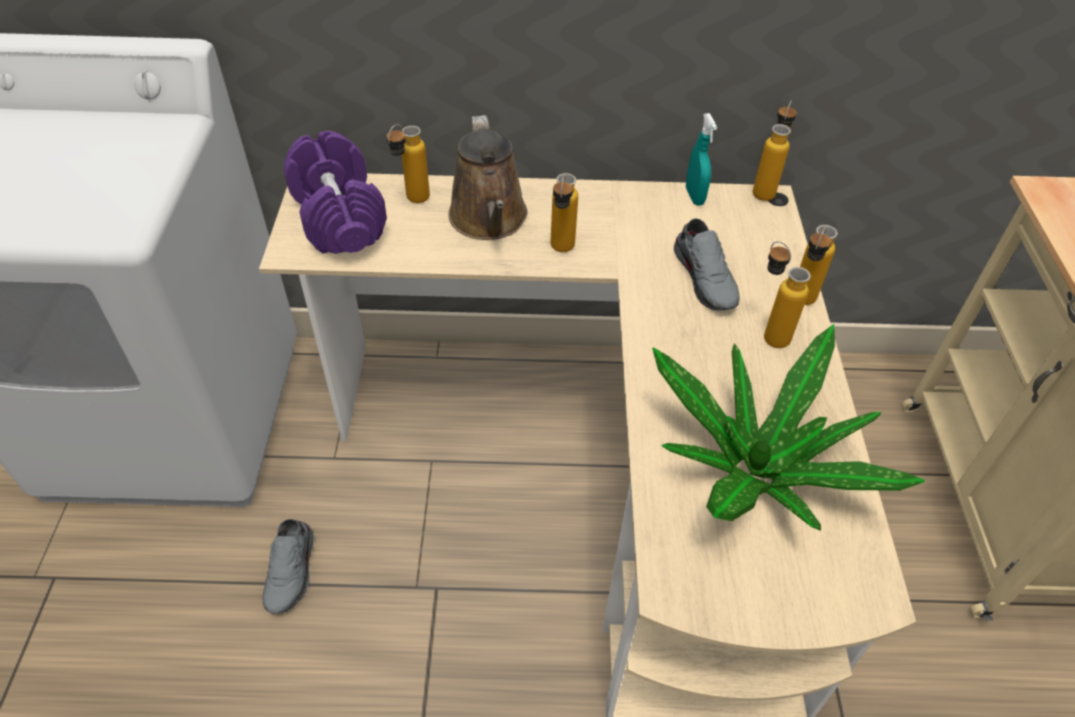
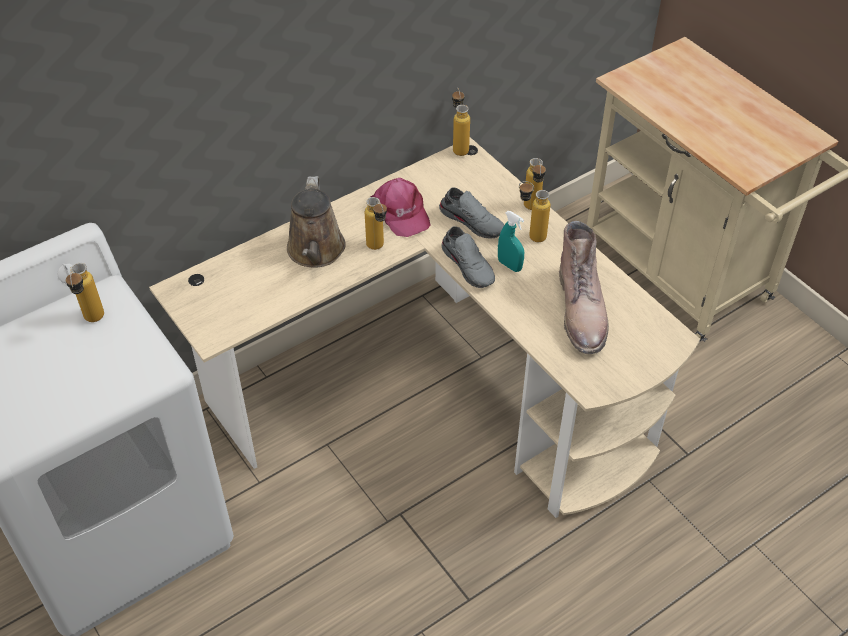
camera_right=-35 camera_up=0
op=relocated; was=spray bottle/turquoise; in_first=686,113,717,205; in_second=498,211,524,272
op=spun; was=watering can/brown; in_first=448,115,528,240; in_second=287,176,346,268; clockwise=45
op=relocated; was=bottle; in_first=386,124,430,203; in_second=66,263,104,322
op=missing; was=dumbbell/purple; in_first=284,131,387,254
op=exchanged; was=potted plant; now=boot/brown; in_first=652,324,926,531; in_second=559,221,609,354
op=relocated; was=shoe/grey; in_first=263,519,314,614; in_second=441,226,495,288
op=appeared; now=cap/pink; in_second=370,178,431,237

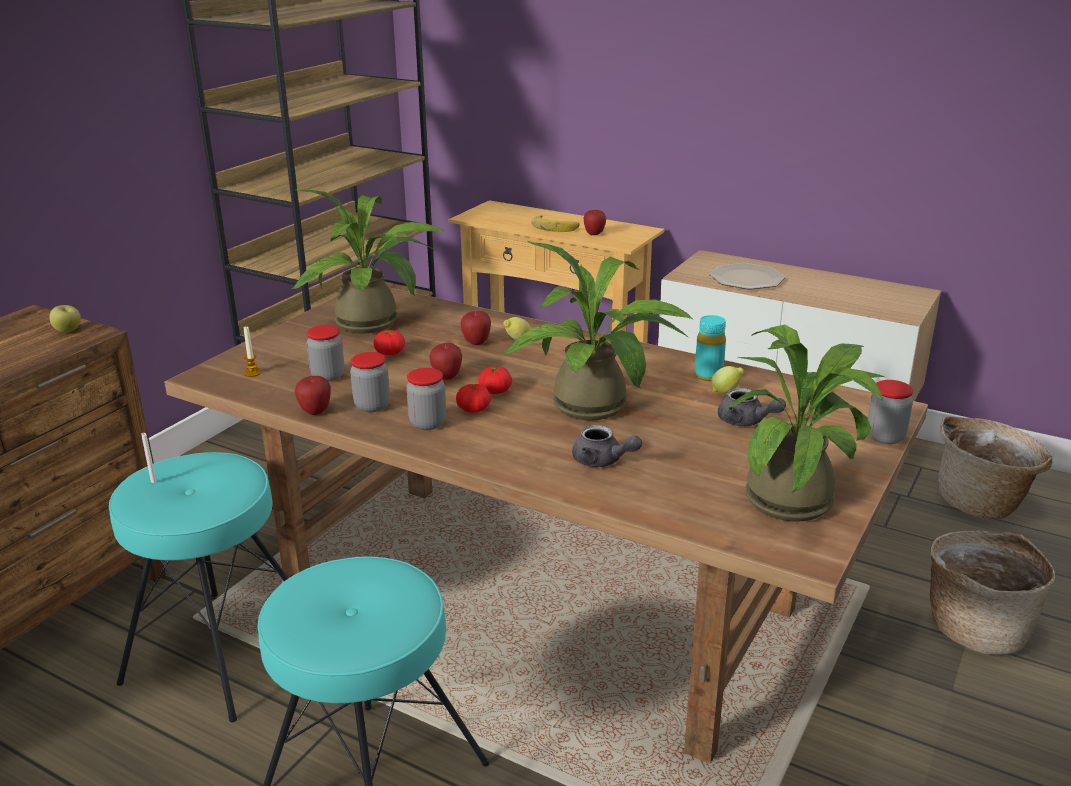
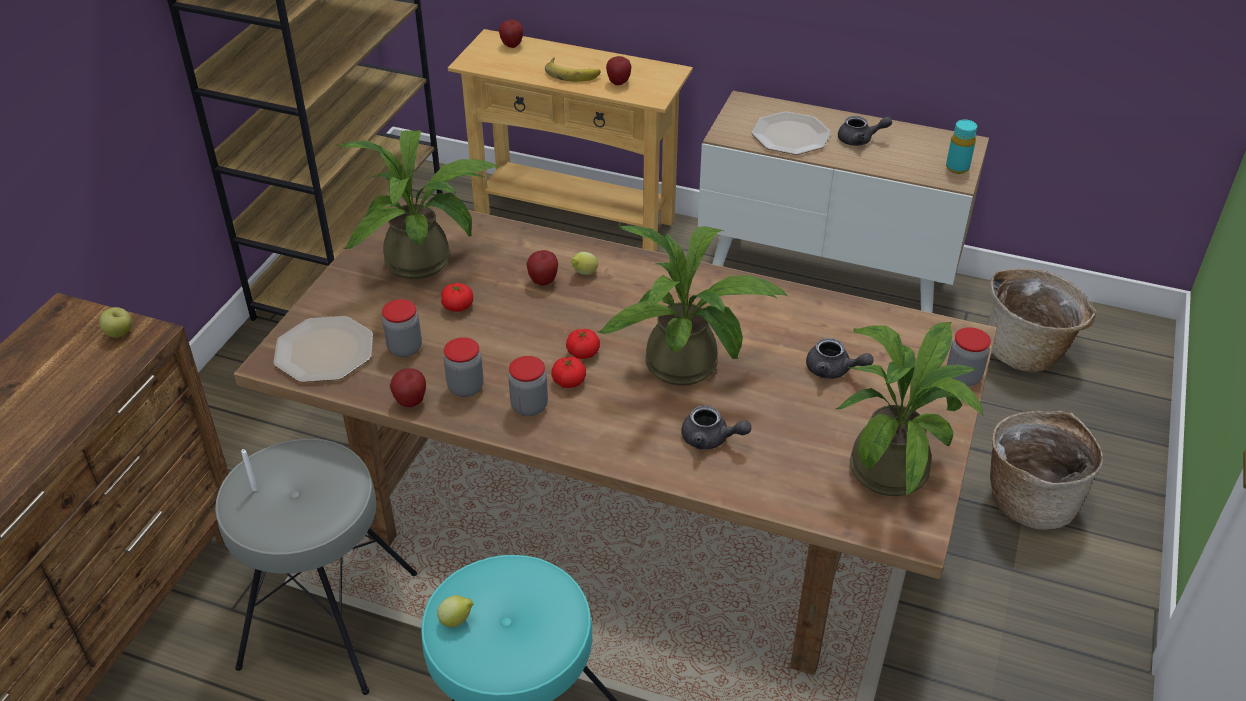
camera_right=-10 camera_up=15
op=relocated; was=bottle/turquoise; in_first=695,315,726,381; in_second=946,119,977,174
op=exchanged; was=candle; now=plate; in_first=243,326,261,377; in_second=273,316,373,382
op=relocated; was=apple; in_first=429,343,462,380; in_second=499,19,523,48
op=relocated; was=lemon; in_first=712,366,745,394; in_second=437,595,474,627
op=colour; was=stool/turquoise; now=stool/grey; in_first=109,452,289,722; in_second=215,439,417,695
op=appeared; now=teapot/grey; in_second=838,116,892,146

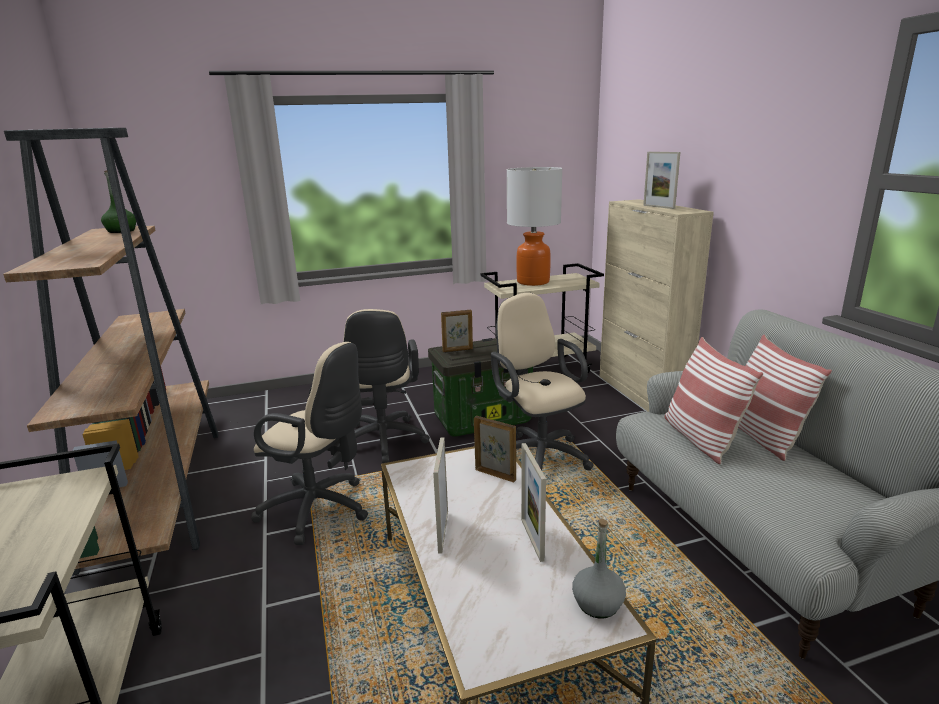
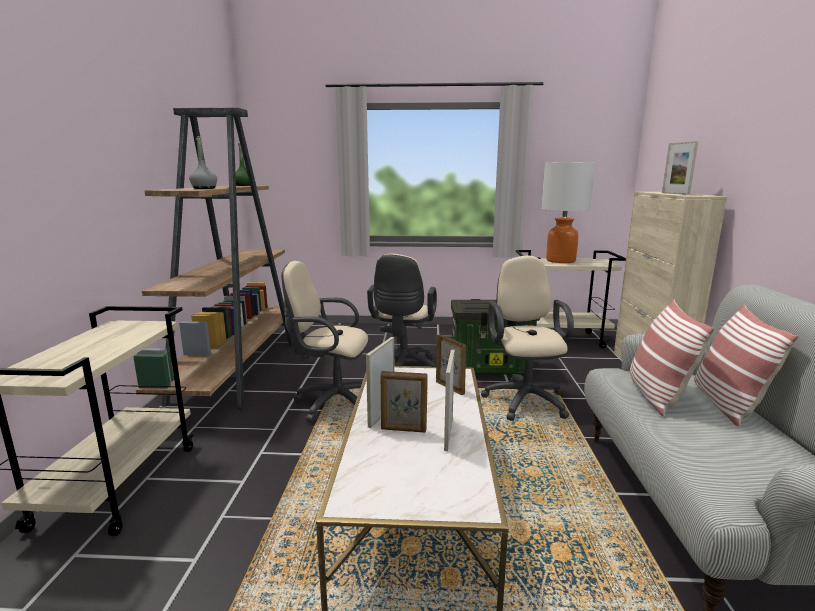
camera_right=20 camera_up=-5
op=relocated; was=picture frame; in_first=441,310,473,352; in_second=381,371,428,433
op=spun; was=office chair/beige; in_first=251,342,368,545; in_second=281,261,368,423; clockwise=150
op=relocated; was=bottle/grey; in_first=572,519,626,619; in_second=189,136,217,189

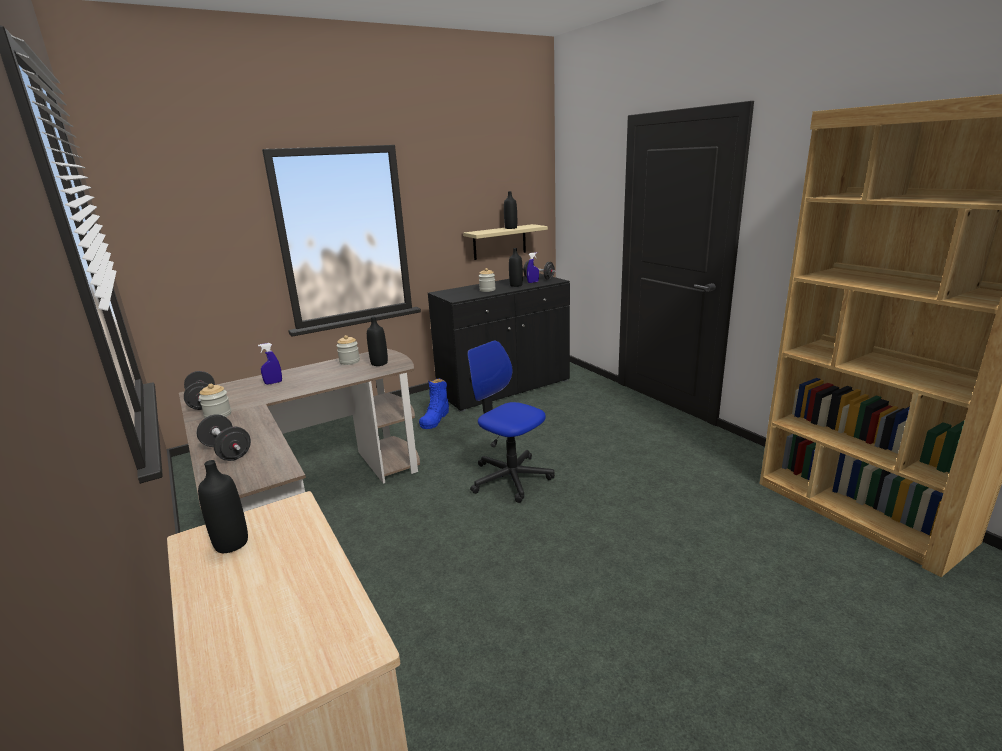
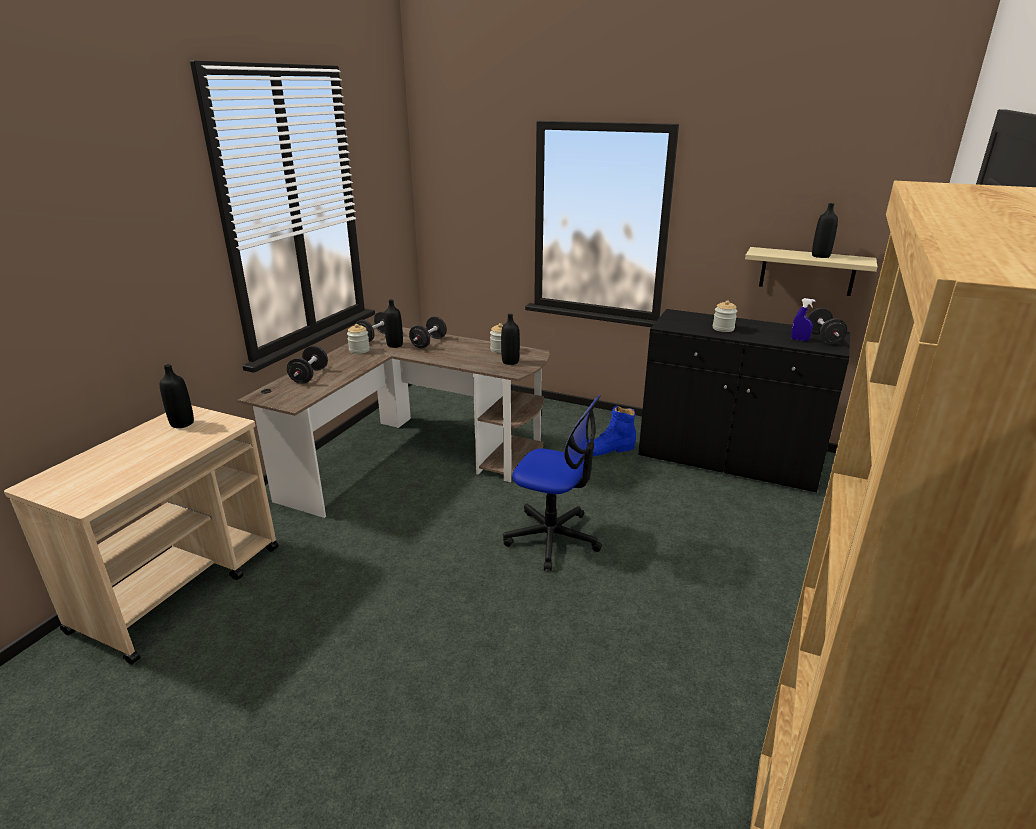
camera_right=55 camera_up=5
op=relocated; was=bottle/black; in_first=509,248,523,287; in_second=384,299,403,348
op=spun; was=office chair; in_first=467,340,555,503; in_second=503,395,602,571; clockwise=105
op=exchanged; was=spray bottle/blue; now=dumbbell/black; in_first=258,343,282,385; in_second=409,316,447,348

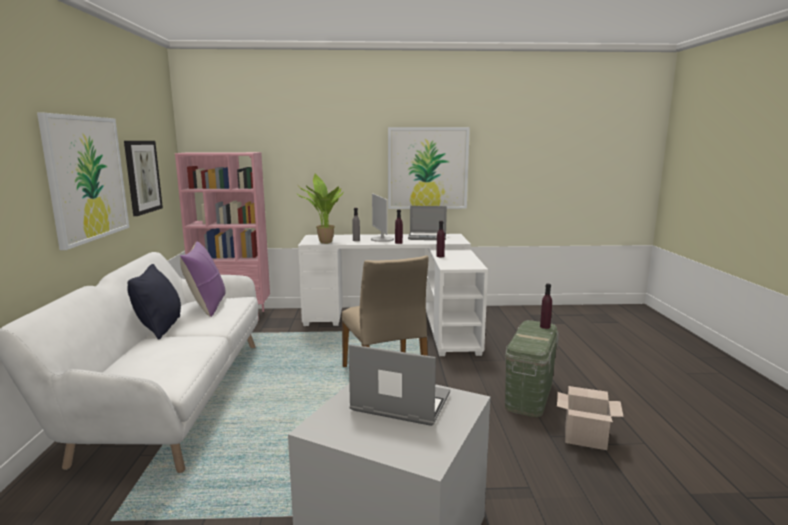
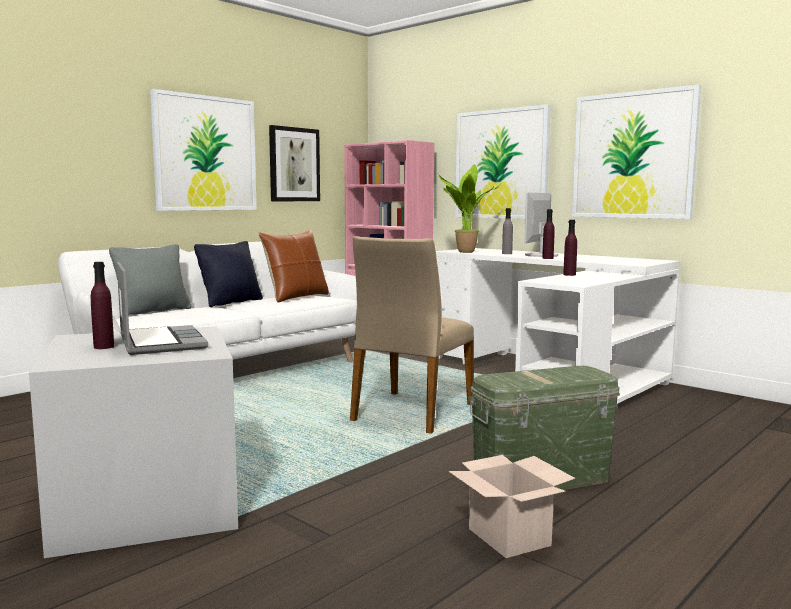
camera_right=45 camera_up=-5
op=missing; was=laptop; in_first=408,206,447,240
op=colour; was=pillow/purple; now=pillow/brown; in_first=180,242,226,317; in_second=258,230,329,302
op=relocated; was=bottle/purple; in_first=540,284,552,329; in_second=91,262,114,349
op=appeared; now=picture; in_second=455,104,551,219
op=appeared; now=pillow/grey; in_second=109,244,191,315

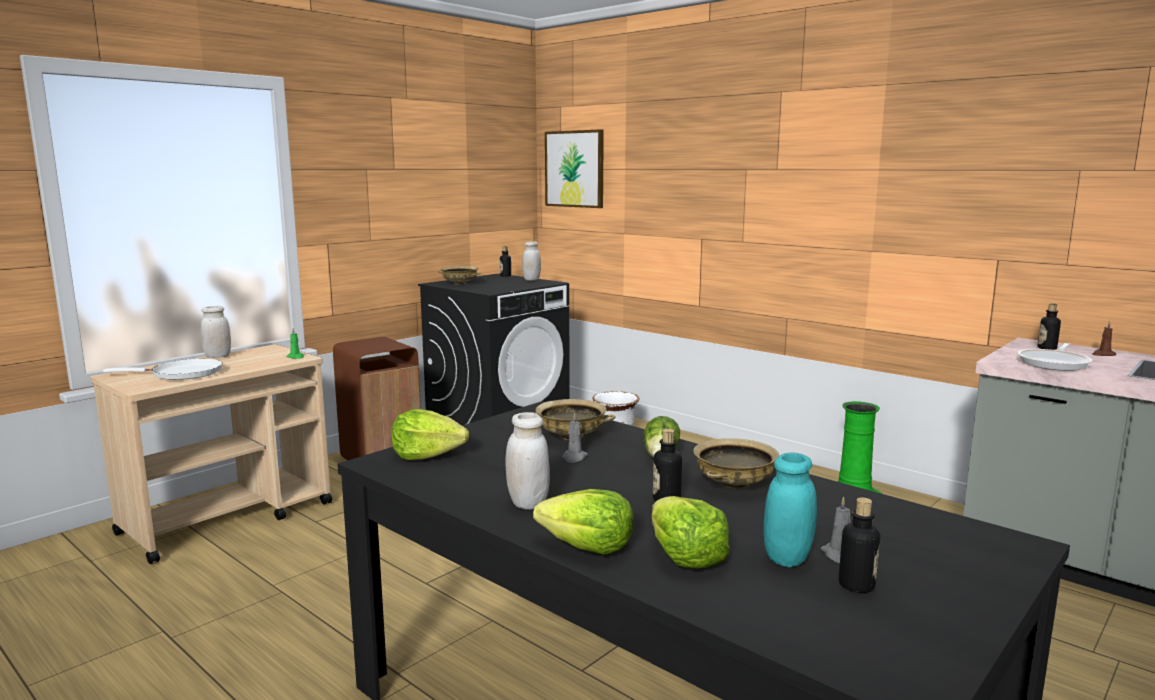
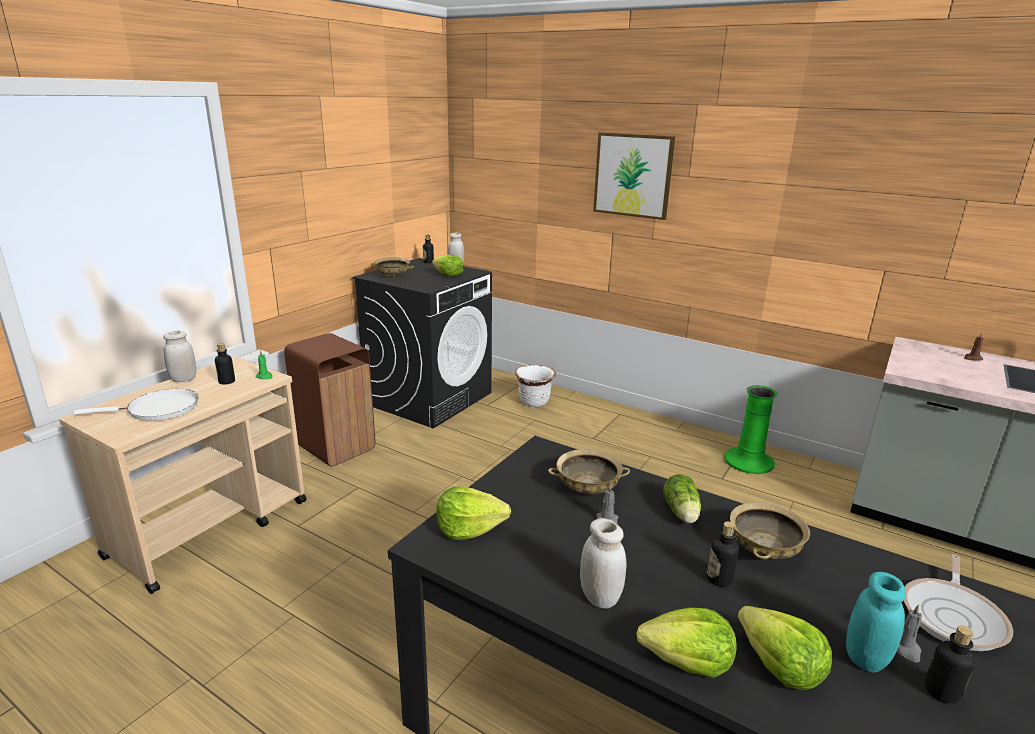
camera_right=-10 camera_up=10
op=relocated; was=picture; in_first=545,129,604,208; in_second=593,132,675,220
op=relocated; was=bottle; in_first=1037,303,1061,350; in_second=215,343,235,385
op=relocated; was=frying pan; in_first=1017,343,1092,371; in_second=904,554,1013,651
op=appeared; now=lettuce; in_second=432,255,464,277

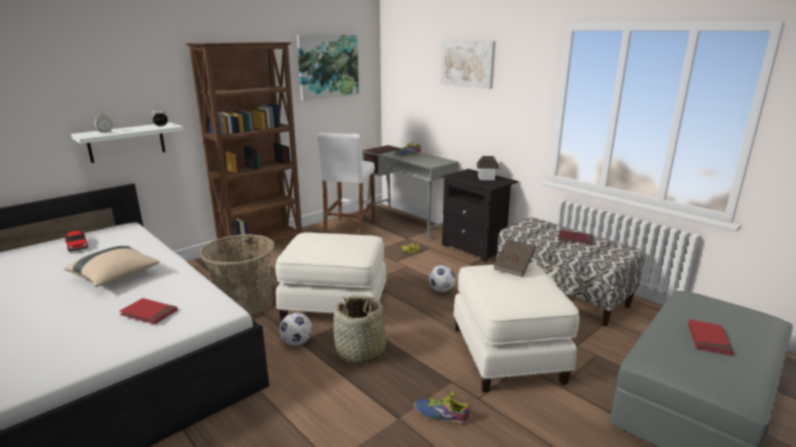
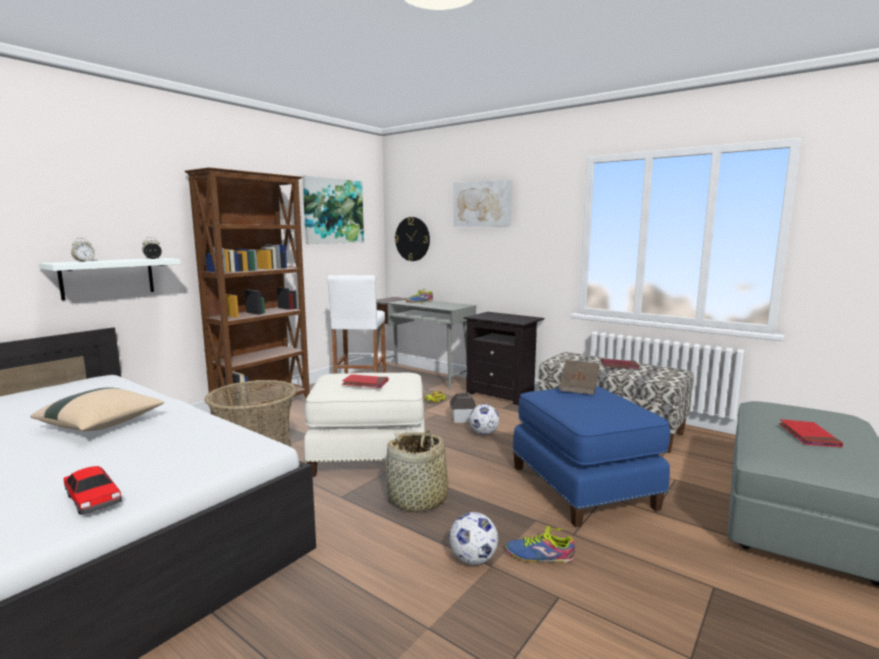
camera_right=-10 camera_up=-10
op=relocated; was=toy house; in_first=477,156,499,180; in_second=450,393,476,423
op=relocated; was=toy car; in_first=65,231,88,252; in_second=64,466,122,515
op=colour; was=ottoman/white; now=ottoman/blue; in_first=453,263,579,392; in_second=513,386,670,527
op=relocated; was=book/red; in_first=120,298,178,324; in_second=342,374,389,388
op=relocated; was=football; in_first=279,312,312,346; in_second=449,512,498,565
op=appeared; now=wall clock; in_second=394,217,430,261

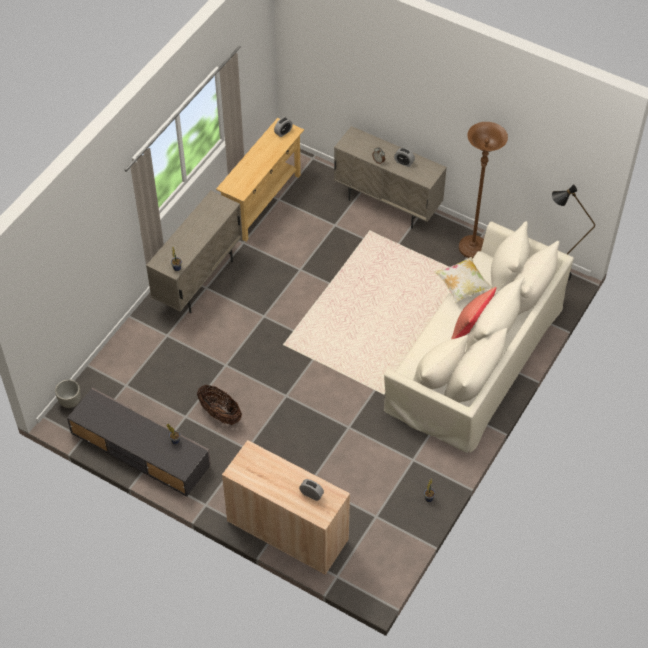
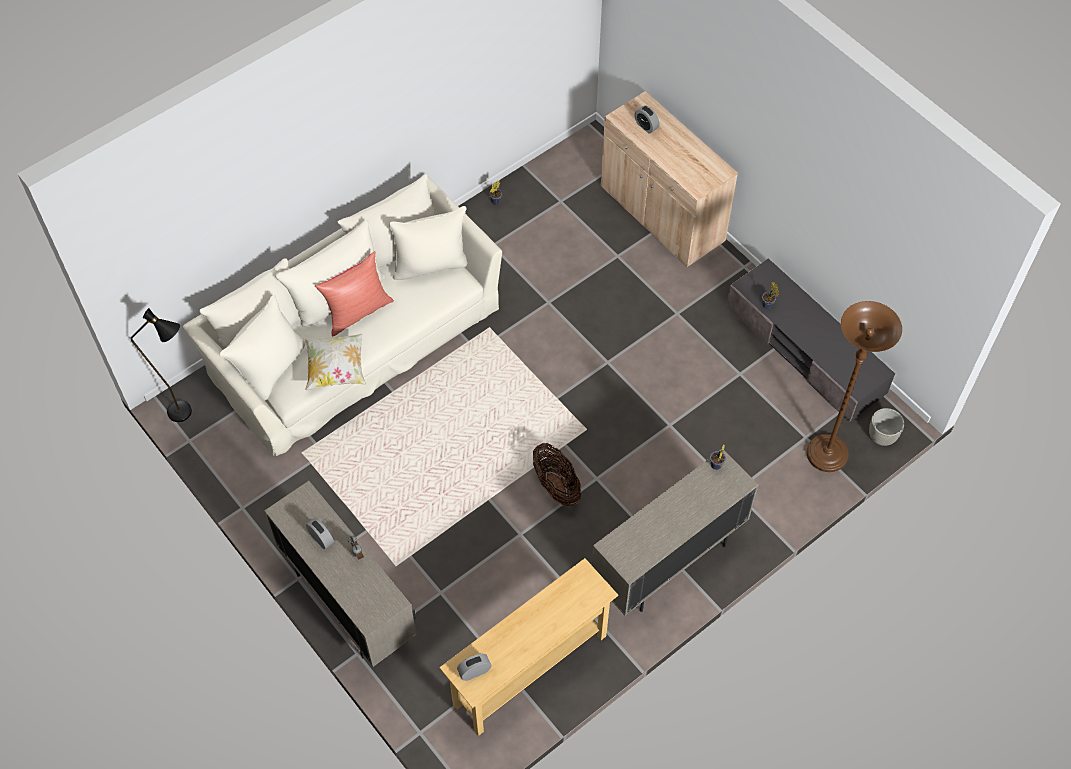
camera_right=-160 camera_up=5
op=relocated; was=floor lamp/brown; in_first=459,122,508,259; in_second=807,301,902,472
op=relocated; was=basket; in_first=197,385,242,425; in_second=533,443,581,507

